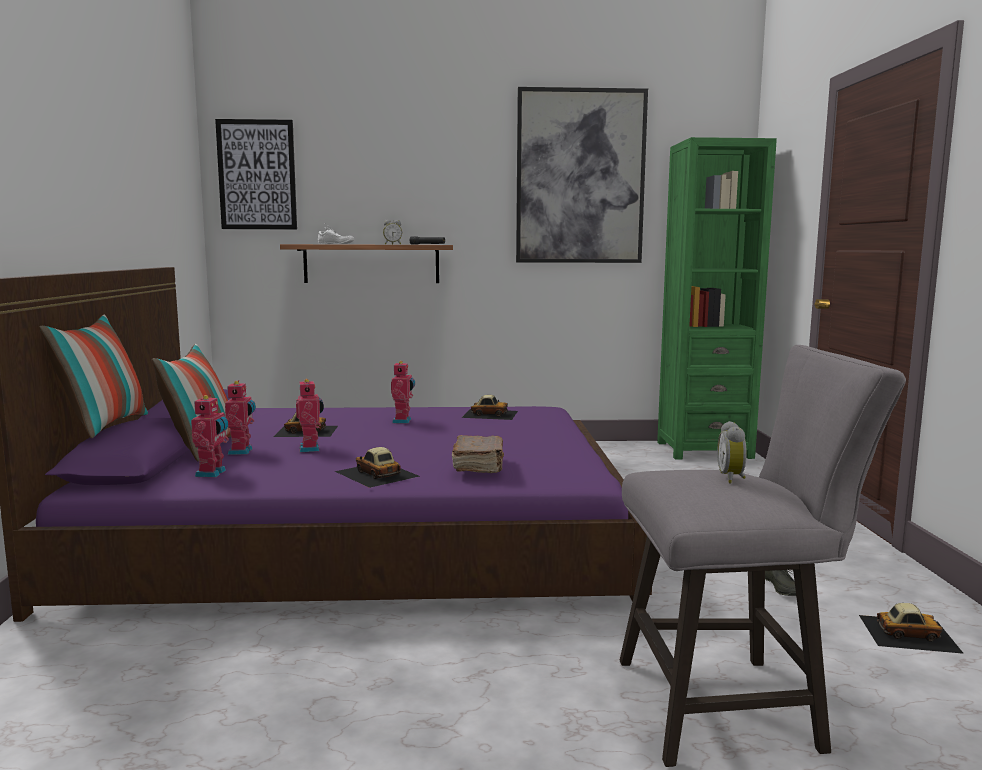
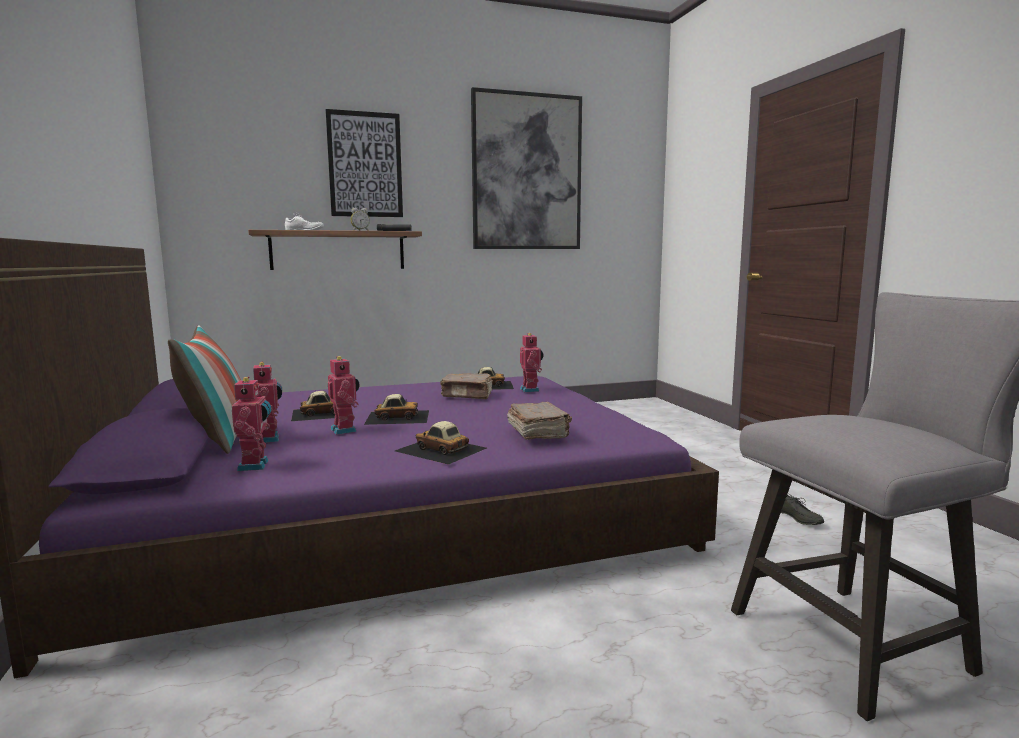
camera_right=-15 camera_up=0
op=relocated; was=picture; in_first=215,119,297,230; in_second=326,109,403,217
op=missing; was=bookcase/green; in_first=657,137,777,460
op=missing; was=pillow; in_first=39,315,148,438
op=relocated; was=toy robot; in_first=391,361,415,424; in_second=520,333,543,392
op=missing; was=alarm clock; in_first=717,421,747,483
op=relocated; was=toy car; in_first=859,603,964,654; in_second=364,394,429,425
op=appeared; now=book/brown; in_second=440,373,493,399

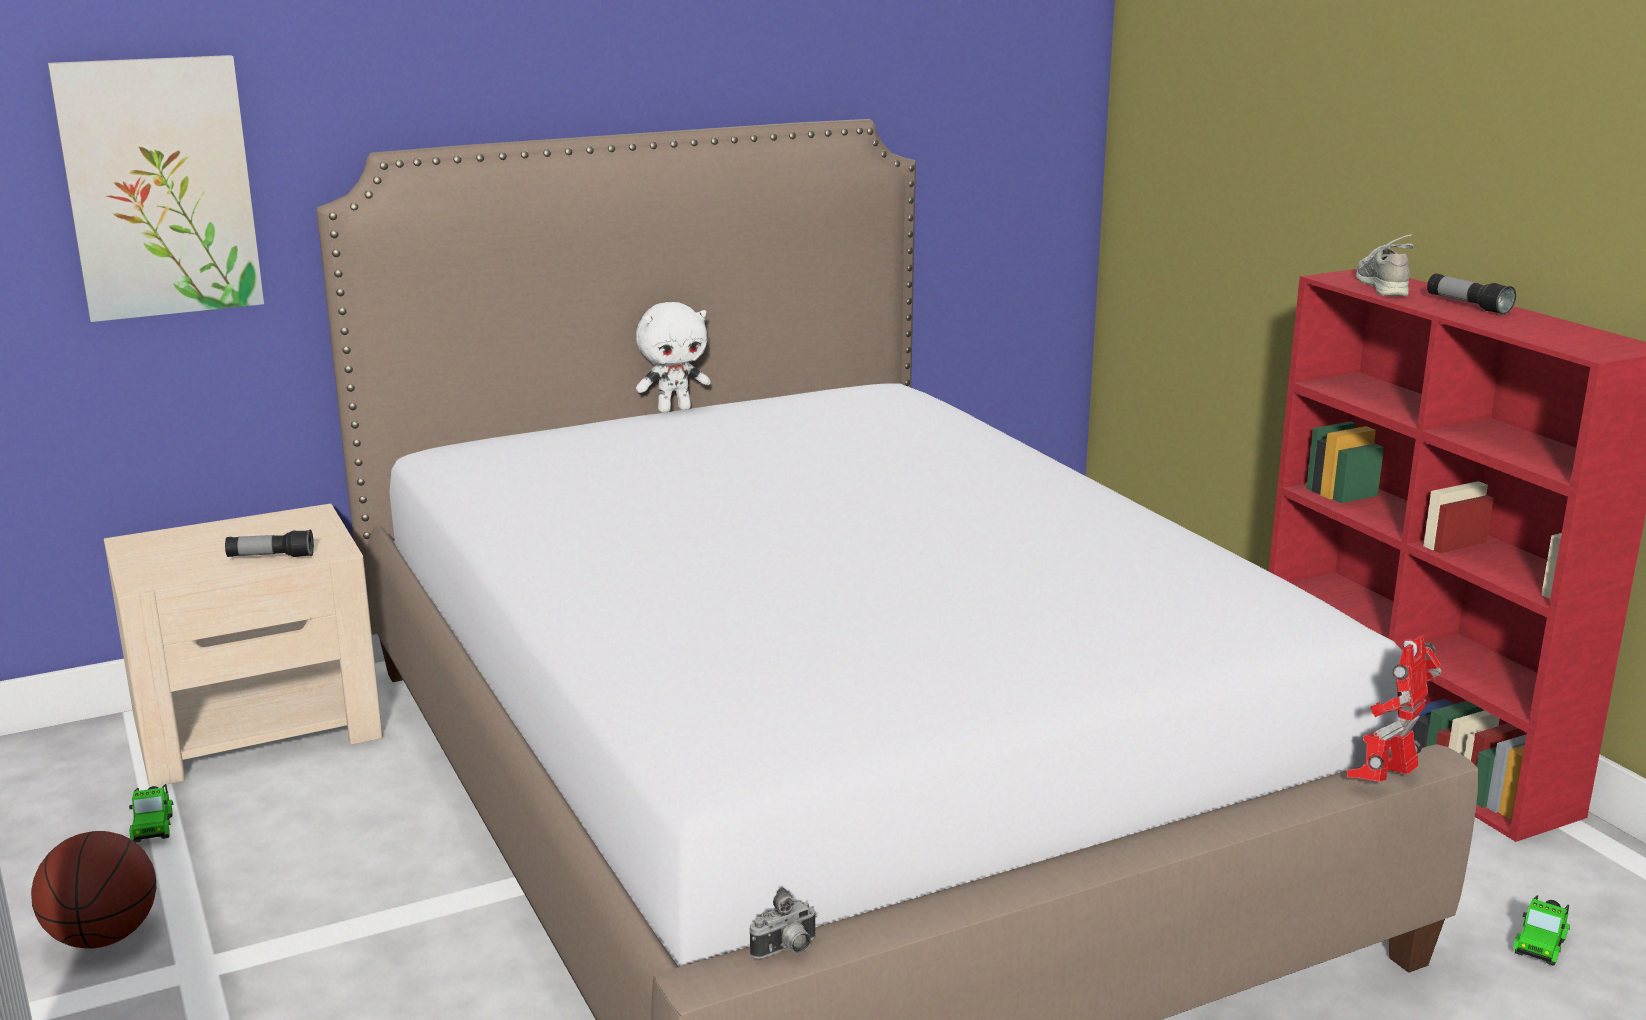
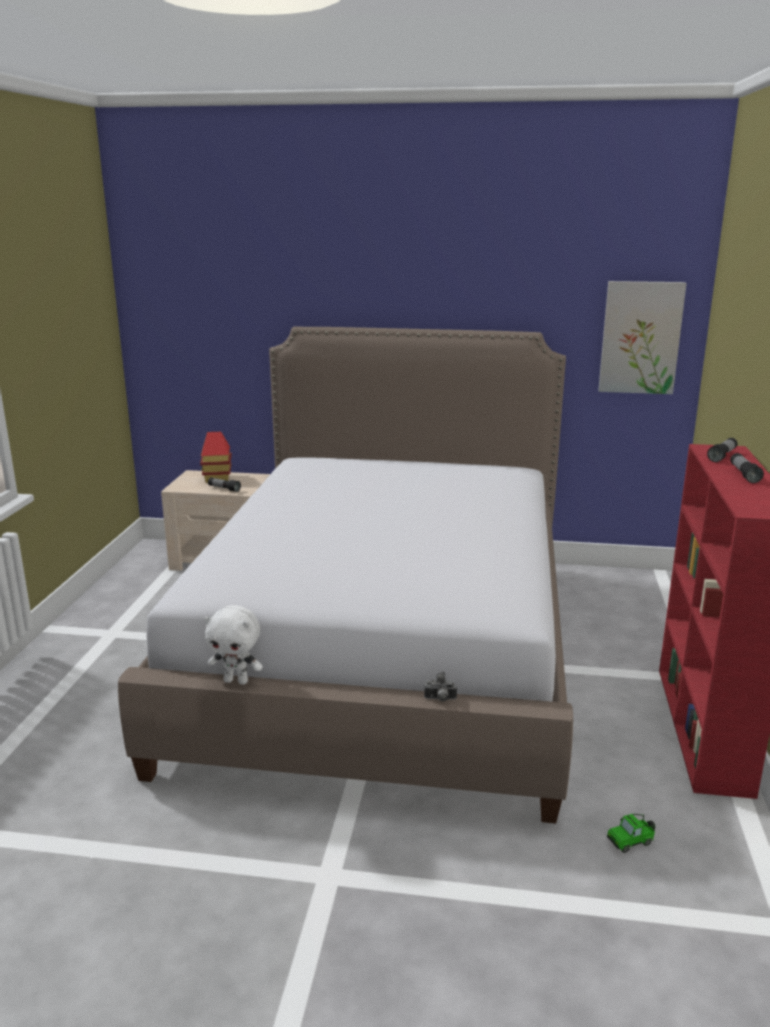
camera_right=35 camera_up=0
op=relocated; was=picture; in_first=48,55,264,322; in_second=598,281,687,394
op=exchanged; was=shoe/grey; now=flashlight; in_first=1356,234,1413,296; in_second=707,438,738,462
op=relocated; was=plush toy/white; in_first=636,302,711,413; in_second=204,605,263,685
op=missing; was=toy robot; in_first=1347,635,1442,782
op=missing; was=toy car; in_first=129,784,174,842
op=missing; was=basketball; in_first=31,831,156,949
op=relocated; was=photo camera; in_first=750,887,817,959; in_second=424,672,457,702
op=appeared; now=toy house; in_second=200,432,232,483

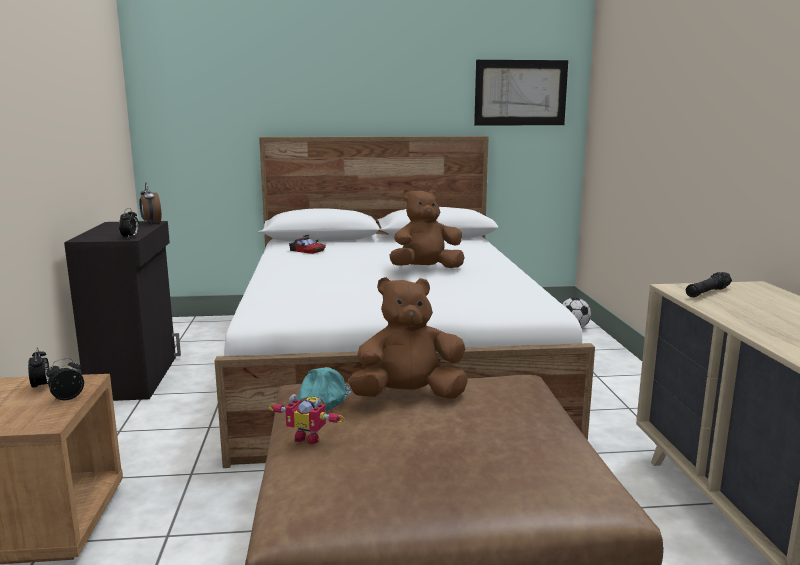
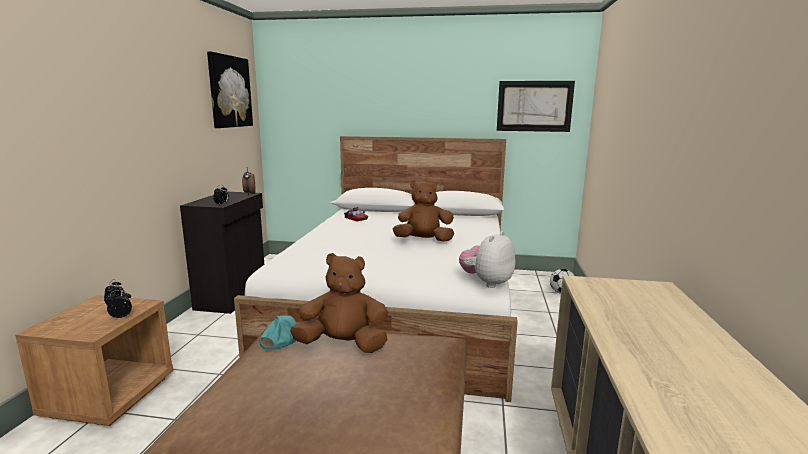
camera_right=15 camera_up=0
op=missing; was=flashlight/black; in_first=686,272,732,297
op=missing; was=toy robot; in_first=268,394,345,445
op=appeared; now=picture; in_second=207,51,253,128
op=appeared; now=plush toy; in_second=459,231,516,288

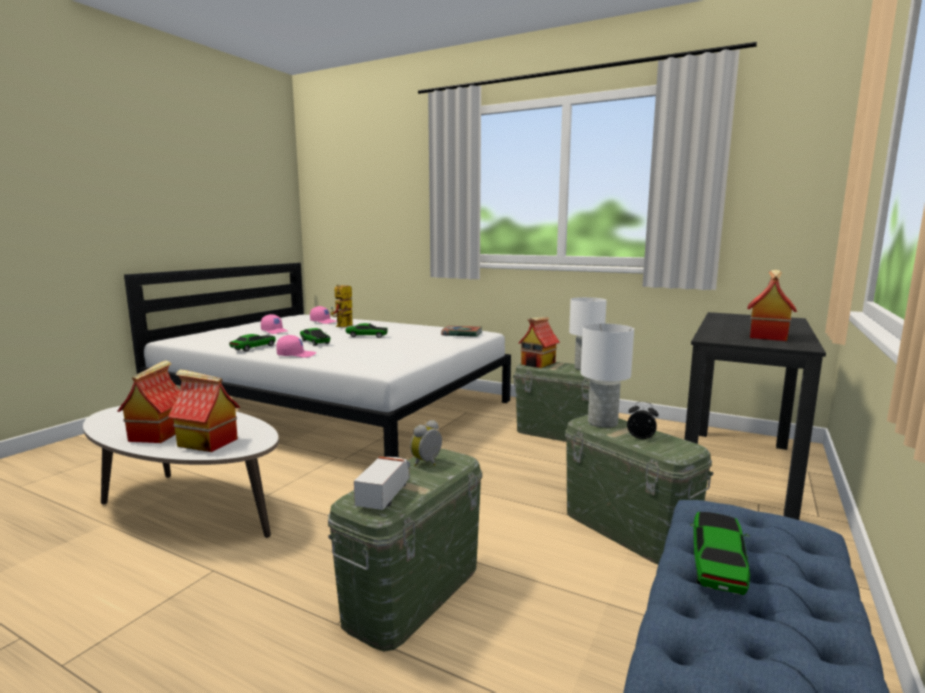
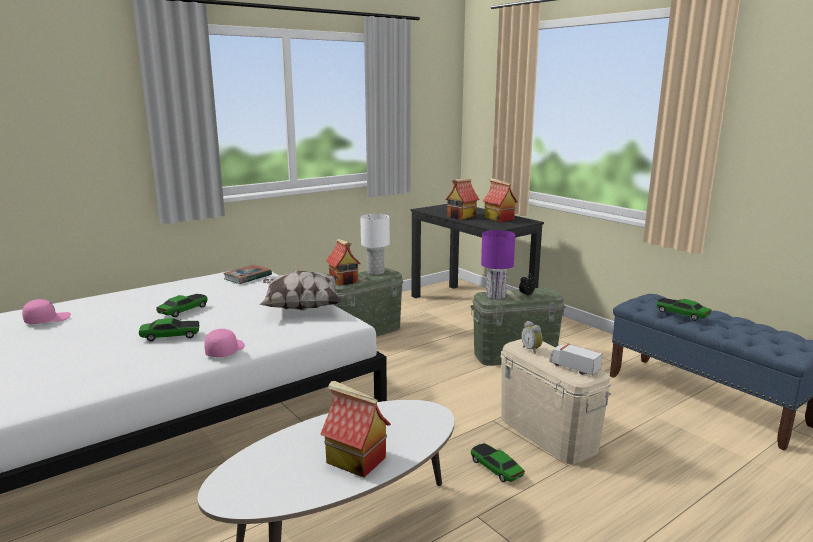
camera_right=-65 camera_up=5
op=missing; was=toy robot; in_first=331,284,353,327
op=missing; was=cap/pink; in_first=261,314,288,334
op=colour; was=table lamp/white; now=table lamp/purple; in_first=581,323,634,428; in_second=481,230,515,300
op=relocated; was=toy car; in_first=229,334,276,352; in_second=471,443,525,482
op=relocated; was=toy house; in_first=168,370,240,452; in_second=445,179,479,220
op=colour; was=storage box/green; now=storage box/beige; in_first=328,449,482,651; in_second=501,339,611,464
op=appeared; now=pillow; in_second=259,271,342,311

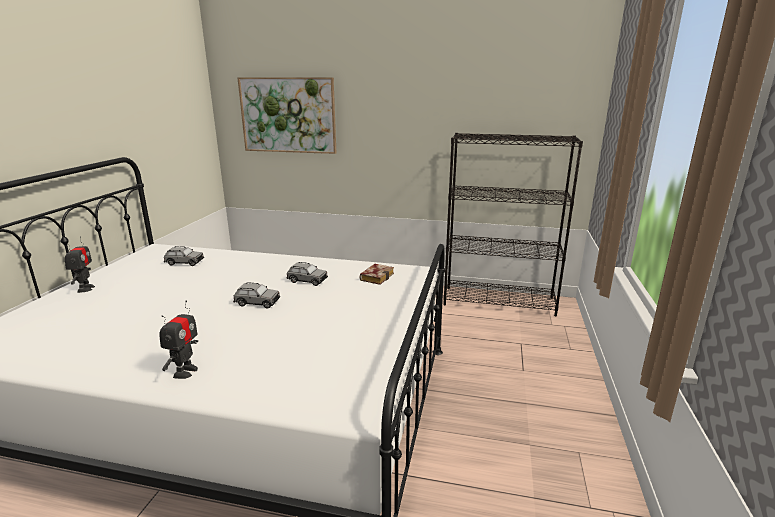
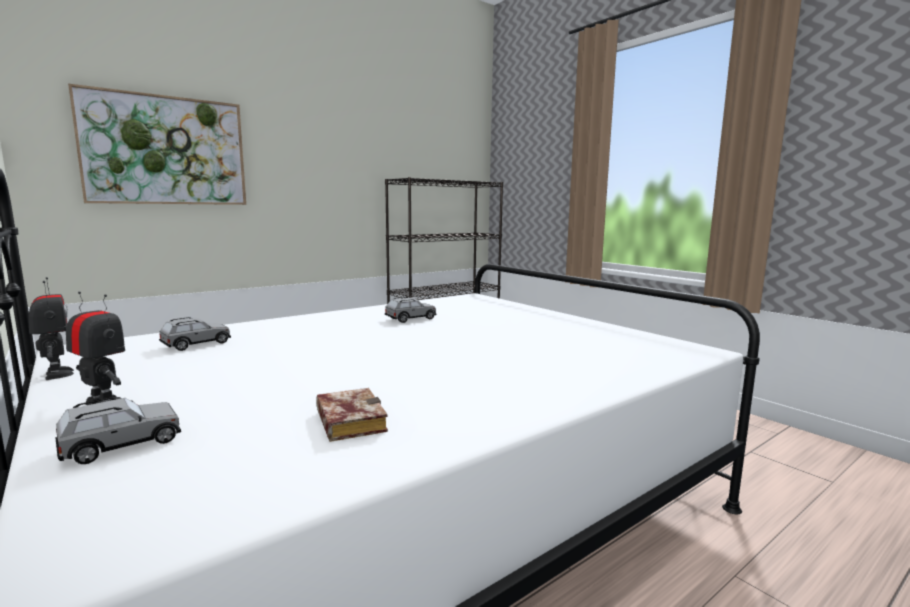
camera_right=-50 camera_up=-10
op=relocated; was=book; in_first=360,264,394,285; in_second=316,388,388,442
op=relocated; was=toy car/grey; in_first=233,282,280,309; in_second=55,398,181,464
op=relocated; was=toy robot; in_first=159,300,198,379; in_second=28,277,74,380

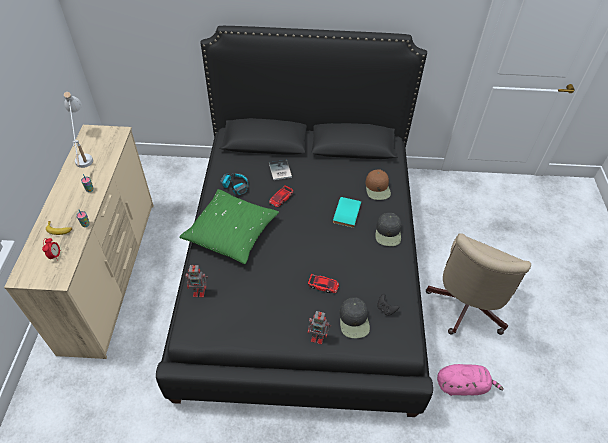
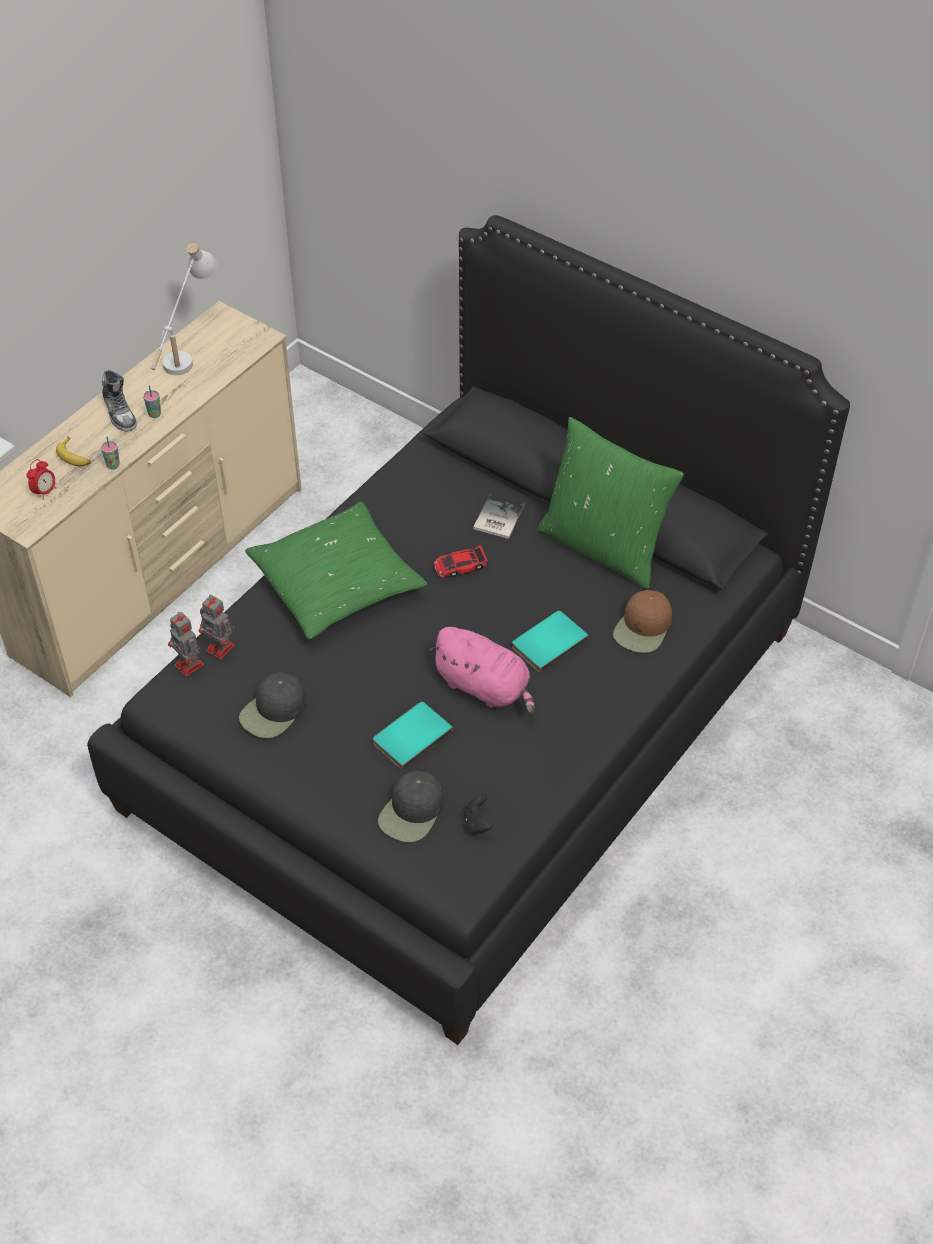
camera_right=35 camera_up=0
op=missing; was=headphones; in_first=220,173,249,195
op=relocated; was=cap/black; in_first=375,213,401,246; in_second=239,673,307,738
op=missing; was=office chair/beige; in_first=425,233,531,335
op=exchanged; was=toy car; now=book/turquoise; in_first=308,273,339,293; in_second=373,702,453,770
op=relocated; was=toy robot; in_first=308,311,331,344; in_second=168,612,204,677
op=relocated; was=plush toy/pink; in_first=437,364,504,396; in_second=429,627,534,713
op=appeared; now=shoe; in_second=102,370,137,432
op=appeared; now=pillow/green; in_second=537,417,684,589

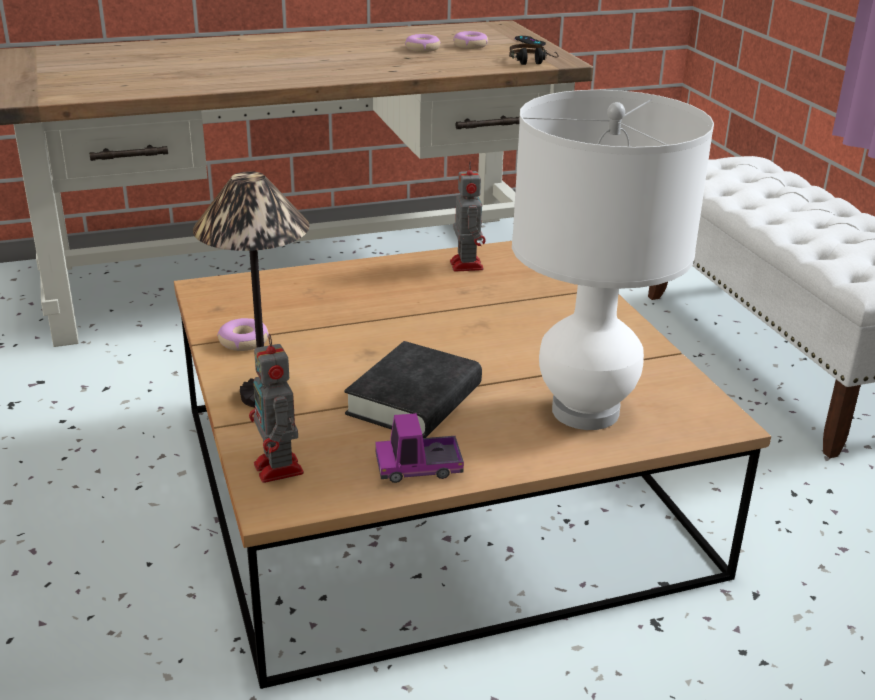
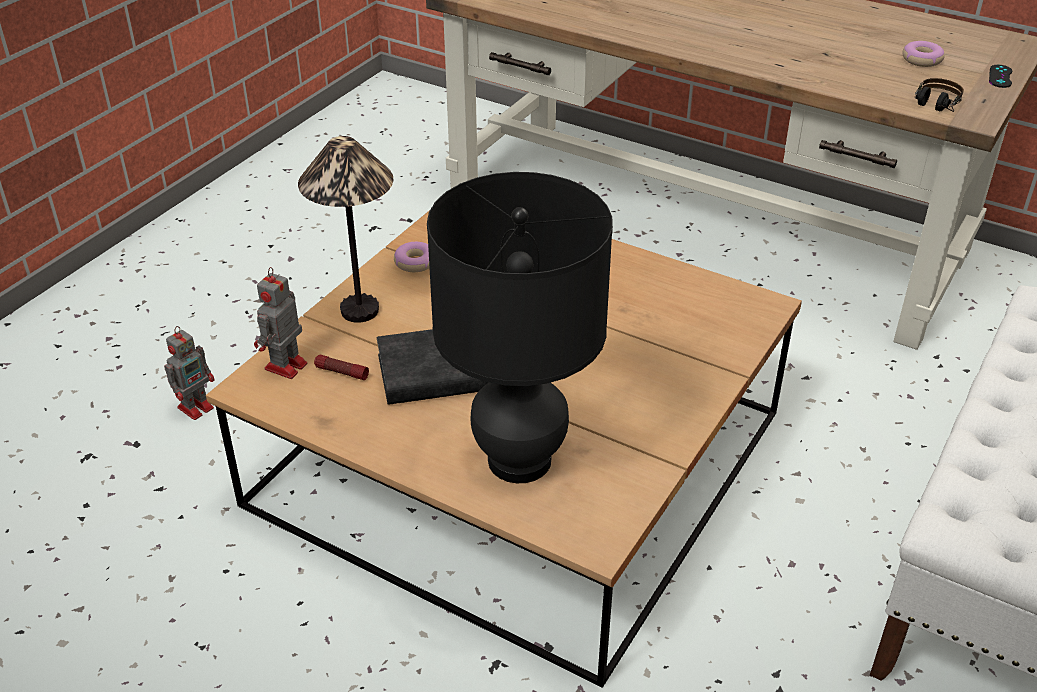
camera_right=50 camera_up=10
op=missing; was=donut; in_first=405,34,441,52
op=colour; was=table lamp/white; now=table lamp/black; in_first=512,90,714,430; in_second=427,172,613,483
op=relocated; was=toy robot; in_first=450,161,486,272; in_second=164,326,214,420
op=missing; was=toy truck; in_first=375,413,464,483
op=appeared; now=flashlight; in_second=314,355,369,380

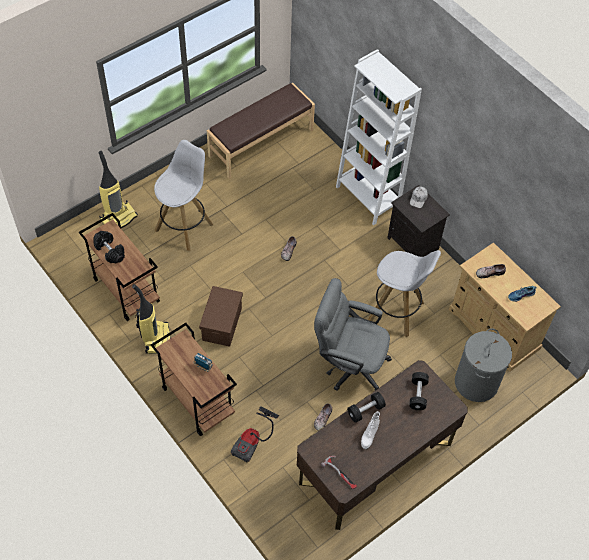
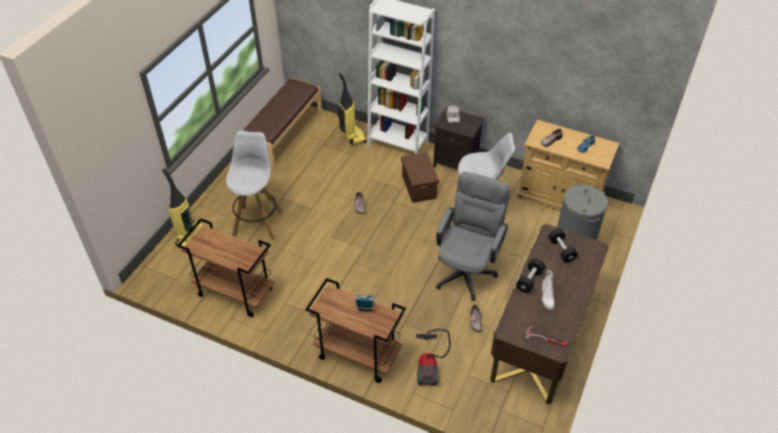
camera_right=-25 camera_up=-10
op=missing; was=dumbbell/black; in_first=93,231,125,263
op=spun; was=office chair/grey; in_first=314,278,392,391; in_second=436,172,510,301; clockwise=120
op=relocated; was=vacuum cleaner; in_first=132,284,171,354; in_second=337,73,367,146
op=relocated; was=storage box/brown; in_first=199,286,243,347; in_second=401,152,439,203

